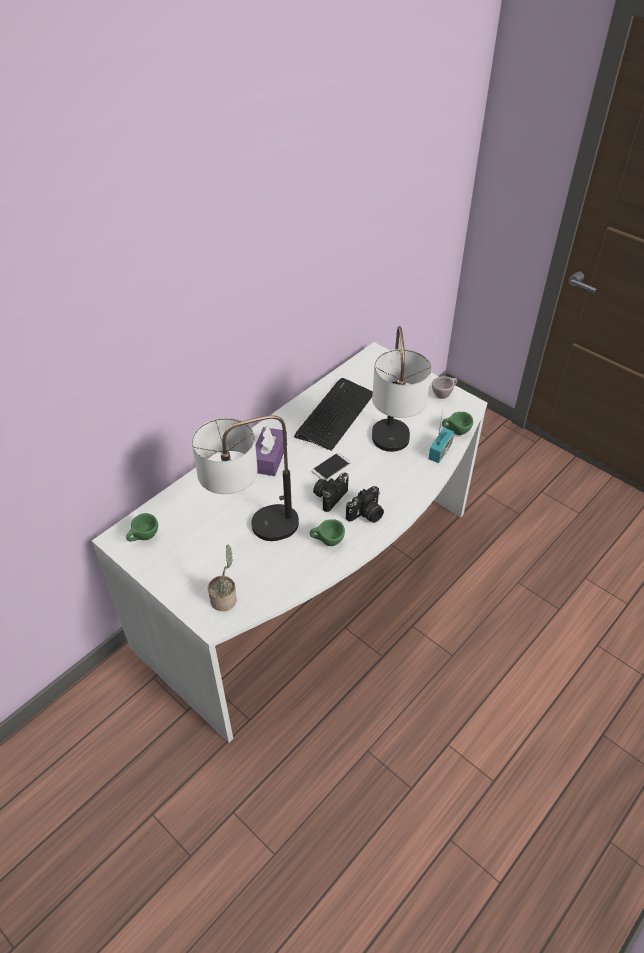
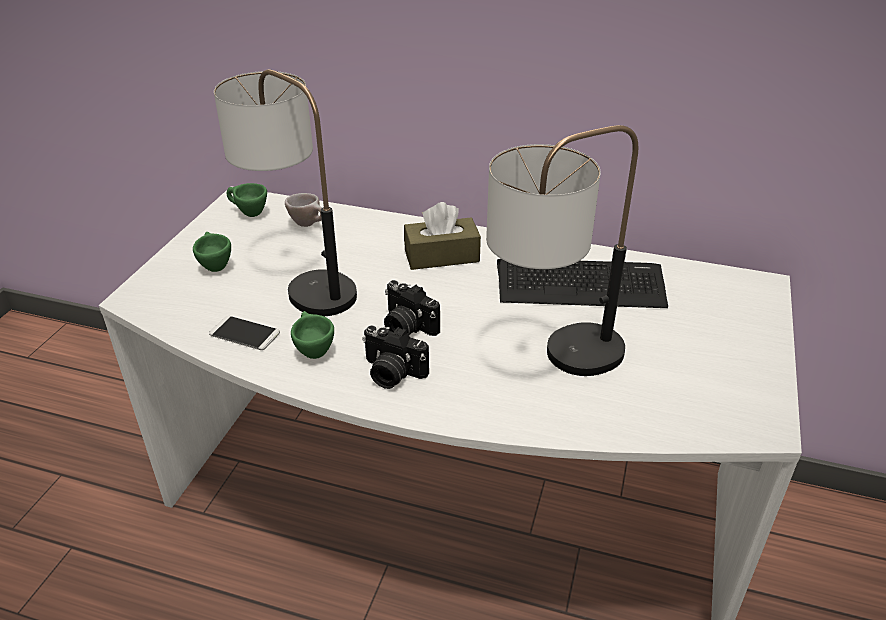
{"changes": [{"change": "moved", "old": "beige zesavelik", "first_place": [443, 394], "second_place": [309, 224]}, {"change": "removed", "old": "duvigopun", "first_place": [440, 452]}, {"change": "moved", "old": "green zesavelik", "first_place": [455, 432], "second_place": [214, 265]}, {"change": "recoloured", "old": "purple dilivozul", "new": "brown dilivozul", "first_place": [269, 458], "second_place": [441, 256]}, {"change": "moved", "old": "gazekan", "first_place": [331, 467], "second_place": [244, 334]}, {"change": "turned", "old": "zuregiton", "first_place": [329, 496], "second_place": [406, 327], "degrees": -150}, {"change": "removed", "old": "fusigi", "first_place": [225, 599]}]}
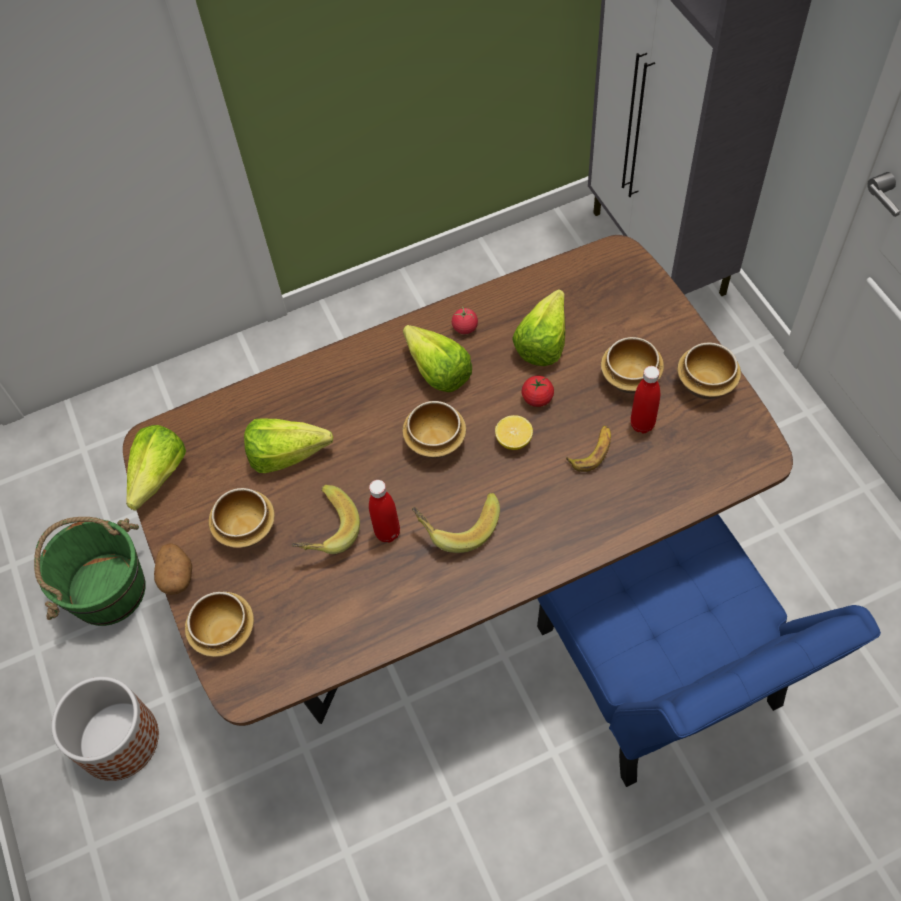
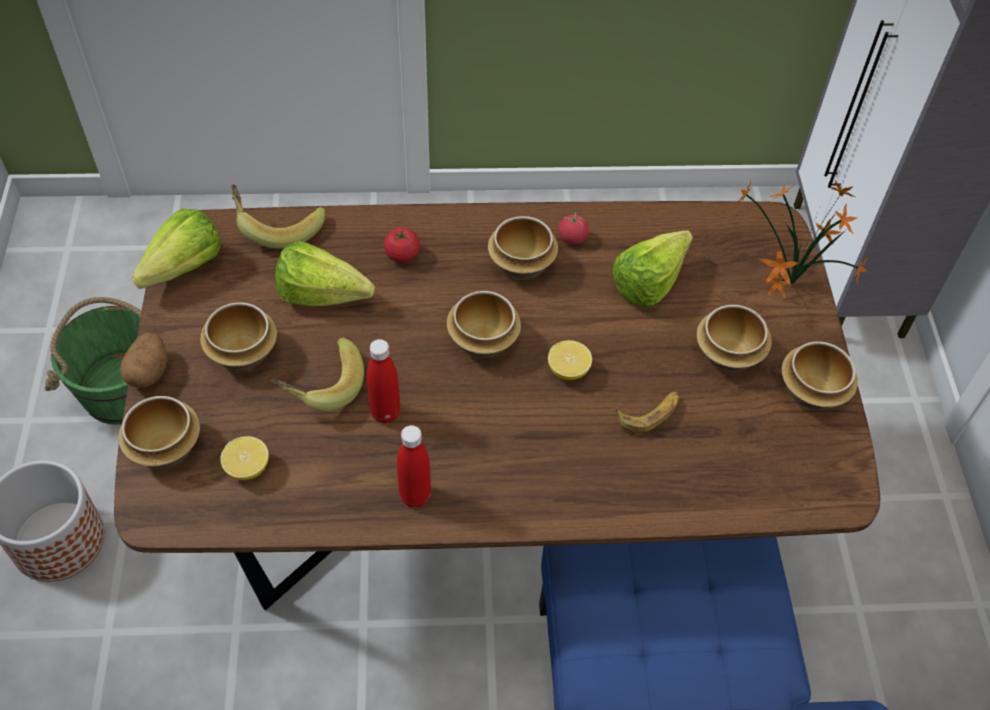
{"changes": [{"change": "replaced", "old": "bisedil", "new": "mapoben", "first_place": [435, 367], "second_place": [520, 265]}, {"change": "moved", "old": "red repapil", "first_place": [642, 424], "second_place": [415, 496]}, {"change": "moved", "old": "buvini", "first_place": [537, 398], "second_place": [402, 255]}, {"change": "moved", "old": "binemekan", "first_place": [457, 524], "second_place": [277, 225]}, {"change": "added", "new": "fusigi", "second_place": [788, 285]}, {"change": "added", "new": "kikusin", "second_place": [247, 468]}]}
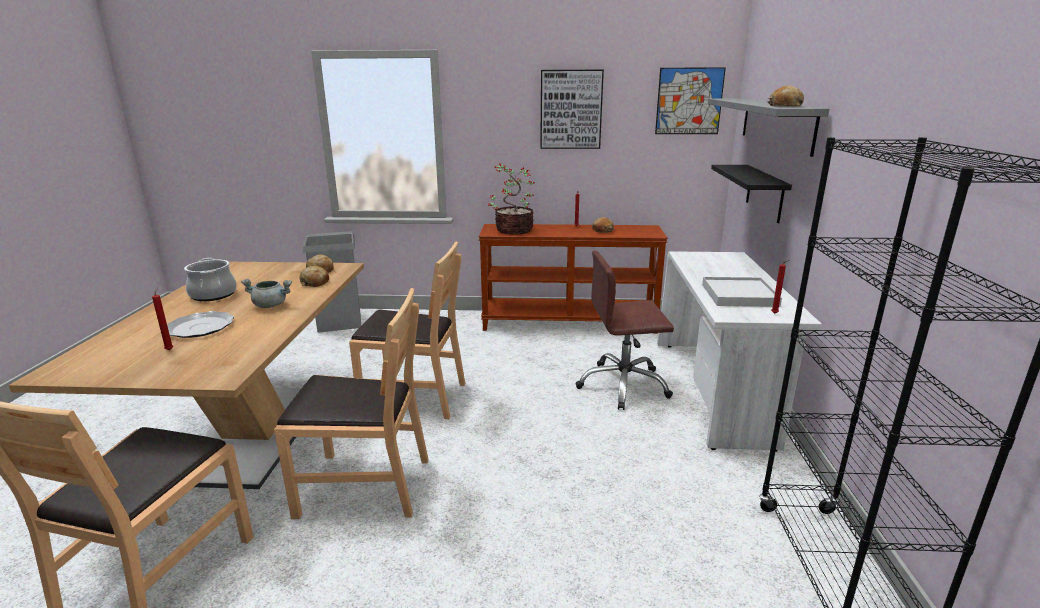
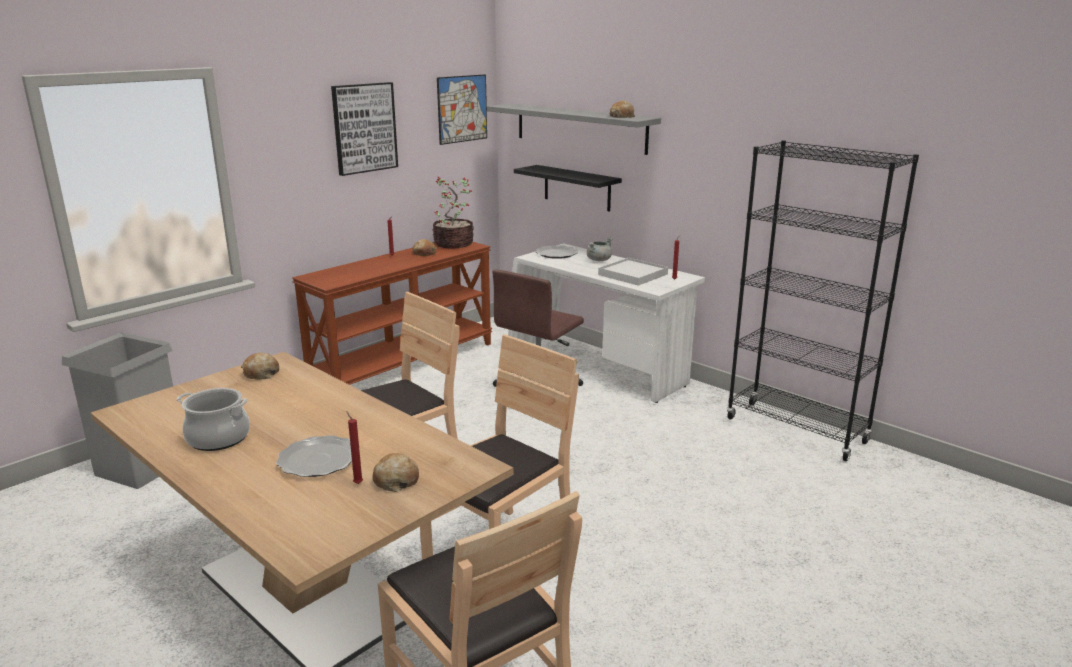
{"changes": [{"change": "moved", "old": "fusigi", "first_place": [513, 230], "second_place": [452, 244]}, {"change": "moved", "old": "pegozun", "first_place": [315, 282], "second_place": [396, 480]}, {"change": "moved", "old": "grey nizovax", "first_place": [271, 305], "second_place": [599, 260]}, {"change": "added", "new": "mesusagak", "second_place": [556, 253]}]}
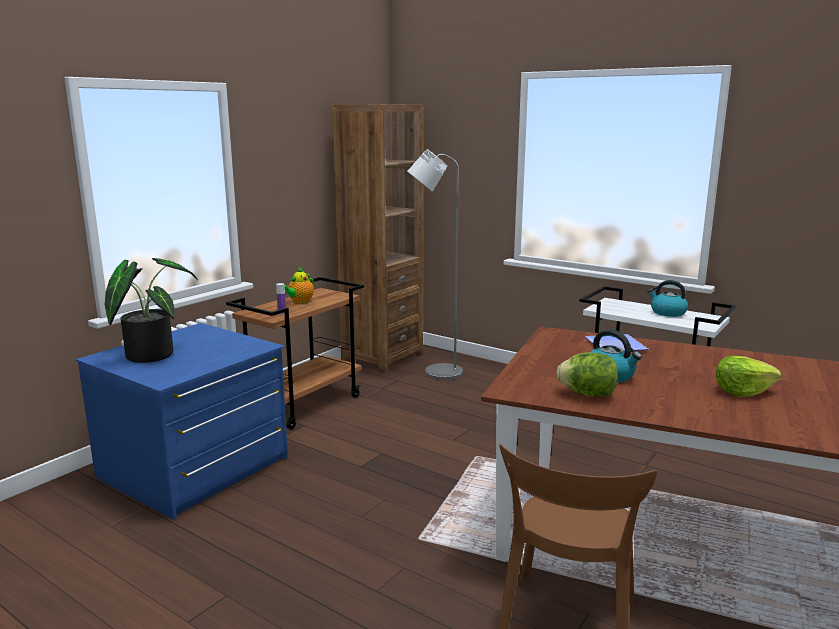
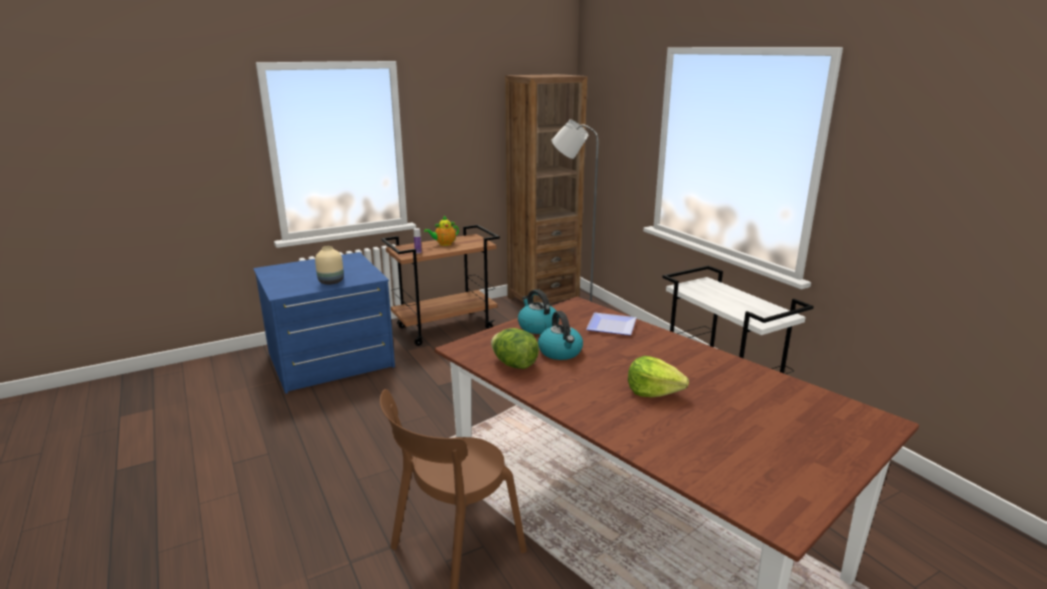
{"changes": [{"change": "removed", "old": "fusigi", "first_place": [150, 353]}, {"change": "moved", "old": "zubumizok", "first_place": [667, 312], "second_place": [537, 327]}, {"change": "added", "new": "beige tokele", "second_place": [330, 282]}]}
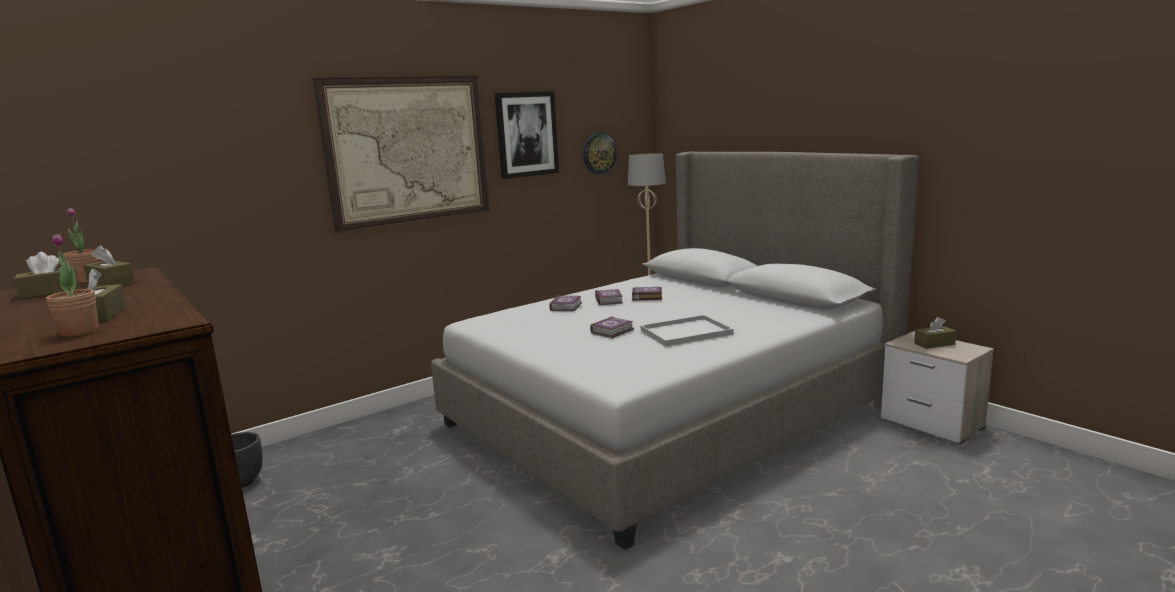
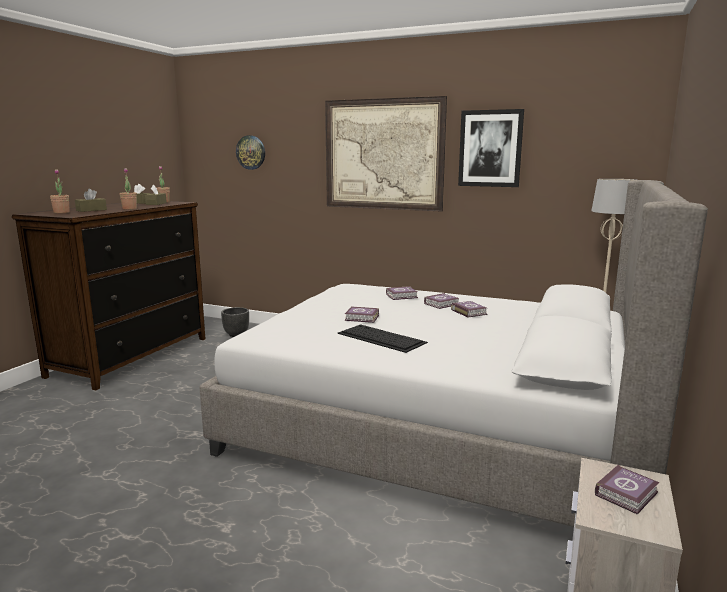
{"changes": [{"change": "moved", "old": "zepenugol", "first_place": [599, 153], "second_place": [251, 152]}, {"change": "replaced", "old": "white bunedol", "new": "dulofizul", "first_place": [685, 333], "second_place": [380, 338]}, {"change": "replaced", "old": "brown dilivozul", "new": "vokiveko", "first_place": [934, 344], "second_place": [628, 493]}, {"change": "added", "new": "fusigi", "second_place": [129, 209]}]}
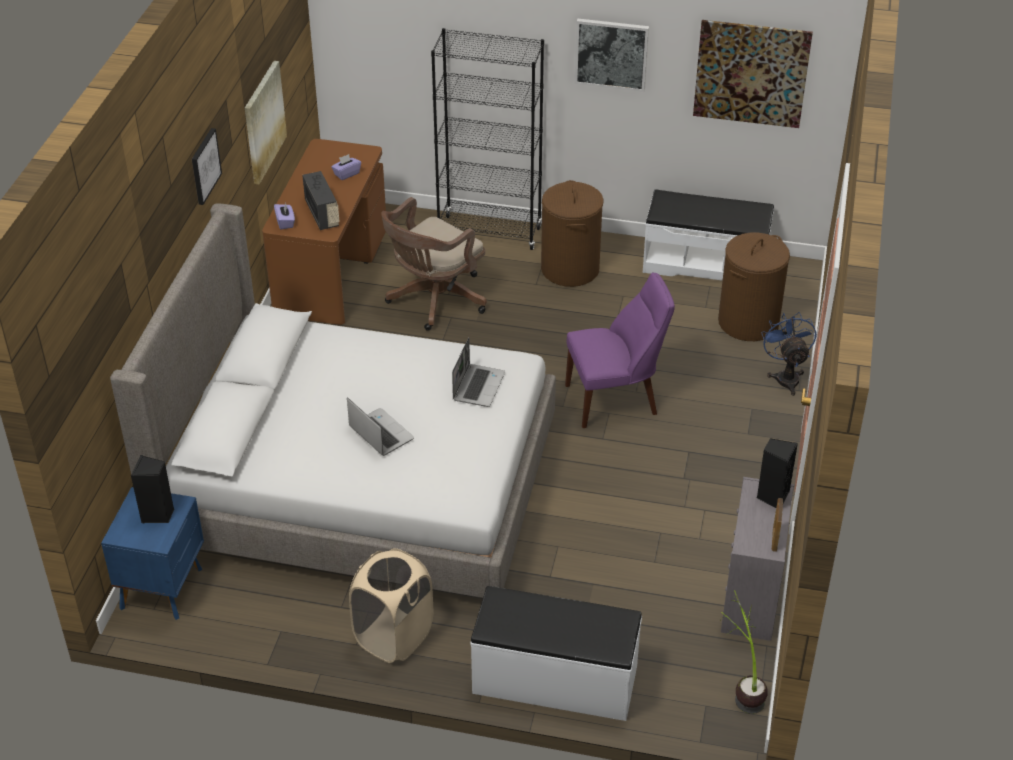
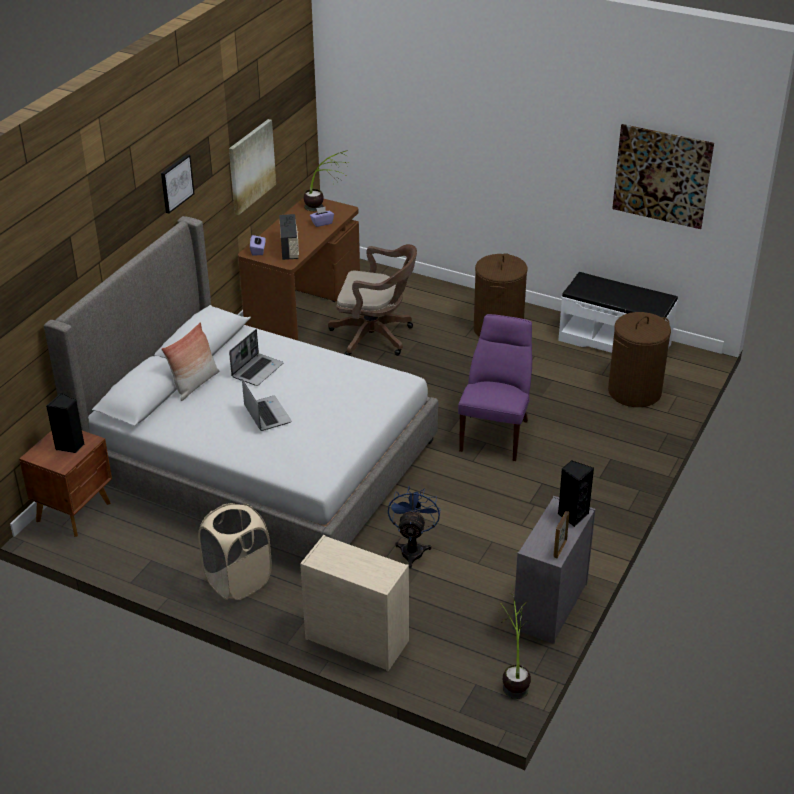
{"changes": [{"change": "removed", "old": "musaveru", "first_place": [611, 54]}, {"change": "removed", "old": "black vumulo", "first_place": [489, 233]}, {"change": "turned", "old": "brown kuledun", "first_place": [433, 301], "second_place": [376, 337], "degrees": -135}, {"change": "turned", "old": "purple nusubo", "first_place": [615, 399], "second_place": [496, 433], "degrees": -75}, {"change": "moved", "old": "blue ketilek", "first_place": [786, 376], "second_place": [413, 549]}, {"change": "moved", "old": "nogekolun", "first_place": [478, 386], "second_place": [257, 370]}, {"change": "recoloured", "old": "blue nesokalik", "new": "brown nesokalik", "first_place": [163, 588], "second_place": [75, 512]}, {"change": "replaced", "old": "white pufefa", "new": "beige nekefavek", "first_place": [555, 681], "second_place": [355, 639]}, {"change": "added", "new": "fusigi", "second_place": [325, 208]}, {"change": "added", "new": "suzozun", "second_place": [195, 384]}]}
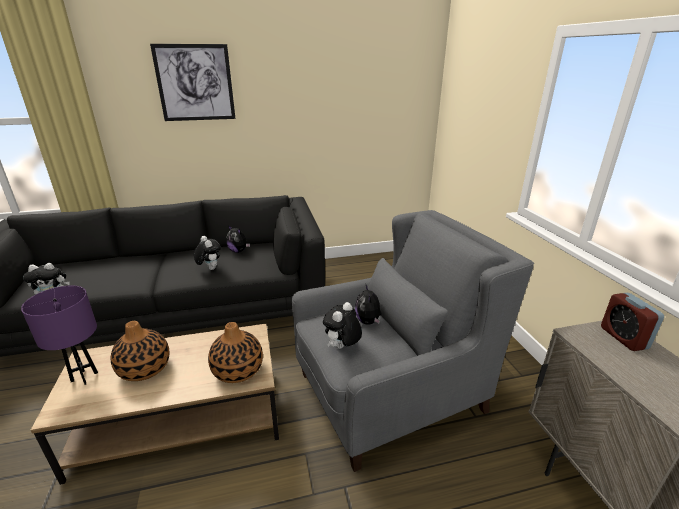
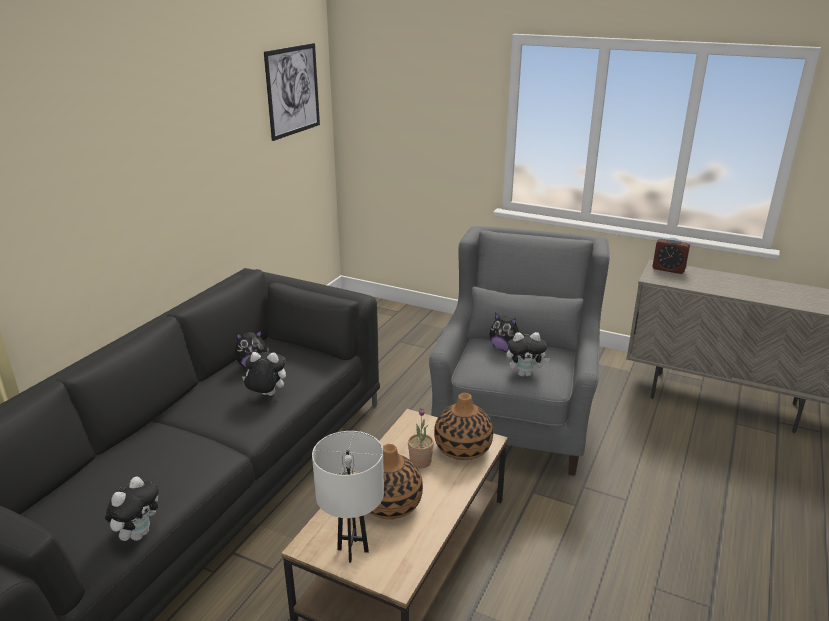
{"changes": [{"change": "moved", "old": "musaveru", "first_place": [195, 83], "second_place": [293, 90]}, {"change": "recoloured", "old": "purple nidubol", "new": "white nidubol", "first_place": [84, 377], "second_place": [353, 550]}, {"change": "turned", "old": "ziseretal", "first_place": [342, 347], "second_place": [525, 374], "degrees": -75}, {"change": "added", "new": "fusigi", "second_place": [420, 462]}]}
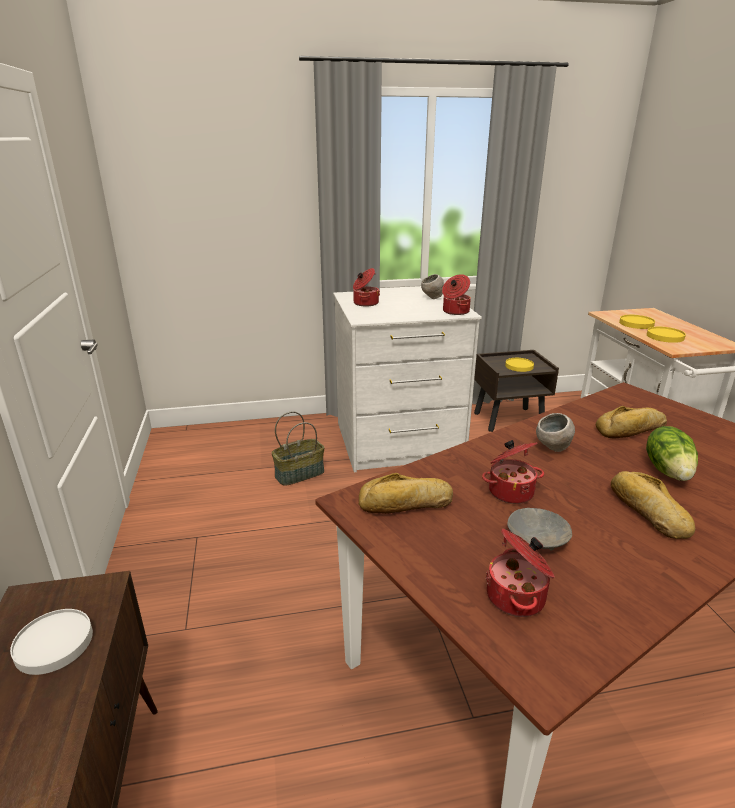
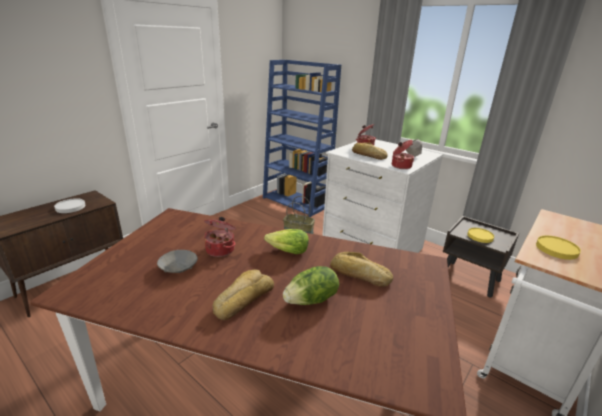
{"changes": [{"change": "removed", "old": "yellow mesusagak", "first_place": [636, 324]}, {"change": "replaced", "old": "grey mapoben", "new": "bisedil", "first_place": [552, 449], "second_place": [288, 251]}, {"change": "moved", "old": "pegozun", "first_place": [406, 504], "second_place": [368, 155]}, {"change": "removed", "old": "nizovax", "first_place": [517, 597]}, {"change": "added", "new": "blue vumulo", "second_place": [297, 202]}]}
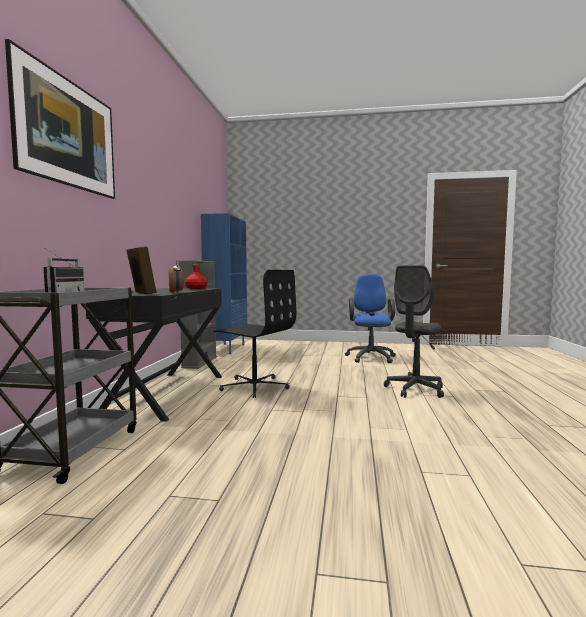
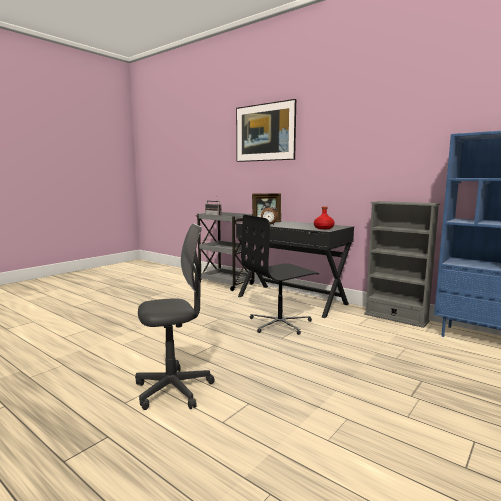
{"changes": [{"change": "turned", "old": "grey kuledun", "first_place": [415, 390], "second_place": [173, 390], "degrees": 90}, {"change": "removed", "old": "blue kuledun", "first_place": [370, 357]}]}
